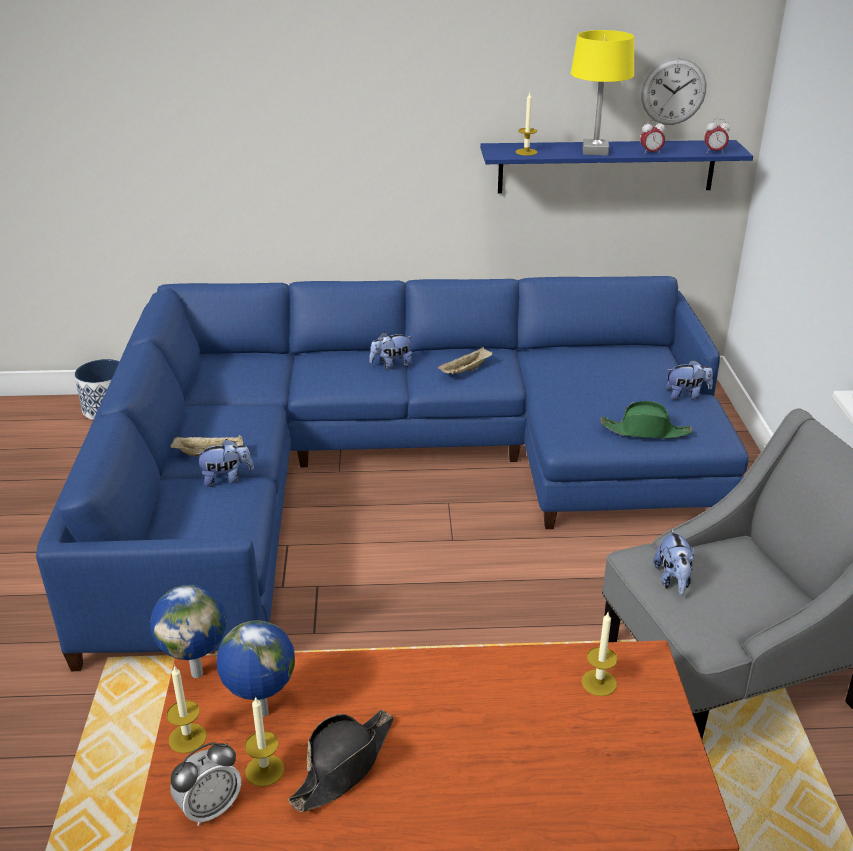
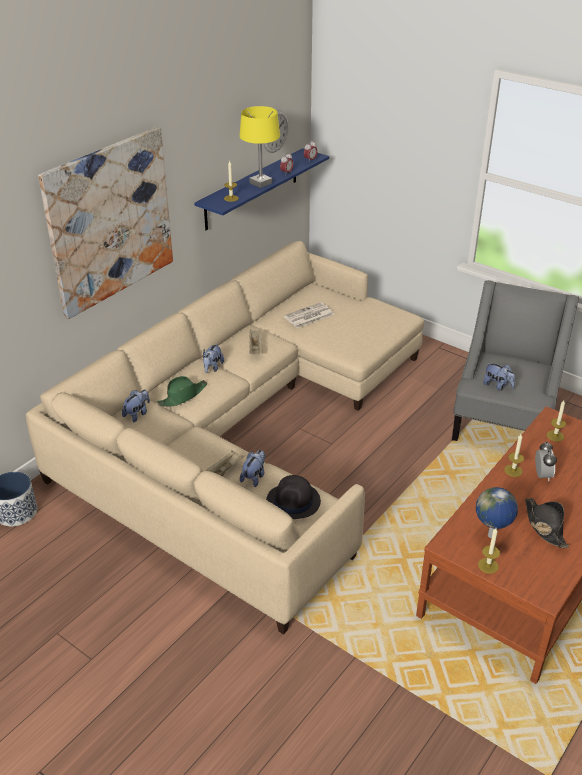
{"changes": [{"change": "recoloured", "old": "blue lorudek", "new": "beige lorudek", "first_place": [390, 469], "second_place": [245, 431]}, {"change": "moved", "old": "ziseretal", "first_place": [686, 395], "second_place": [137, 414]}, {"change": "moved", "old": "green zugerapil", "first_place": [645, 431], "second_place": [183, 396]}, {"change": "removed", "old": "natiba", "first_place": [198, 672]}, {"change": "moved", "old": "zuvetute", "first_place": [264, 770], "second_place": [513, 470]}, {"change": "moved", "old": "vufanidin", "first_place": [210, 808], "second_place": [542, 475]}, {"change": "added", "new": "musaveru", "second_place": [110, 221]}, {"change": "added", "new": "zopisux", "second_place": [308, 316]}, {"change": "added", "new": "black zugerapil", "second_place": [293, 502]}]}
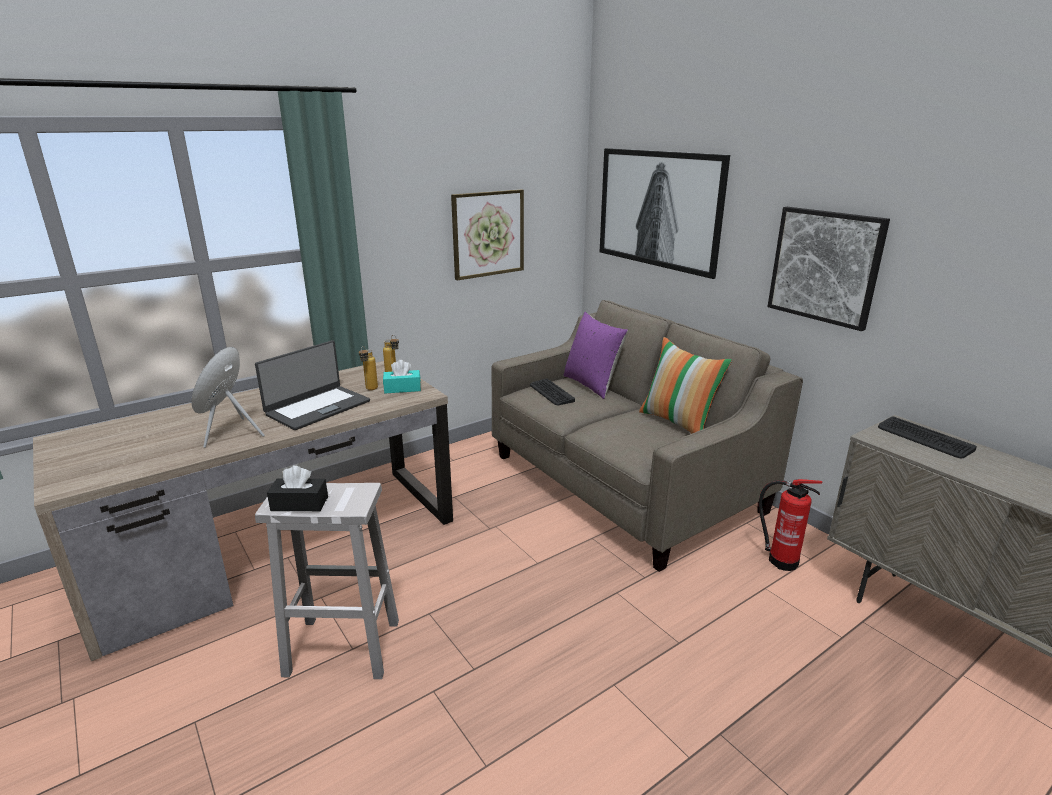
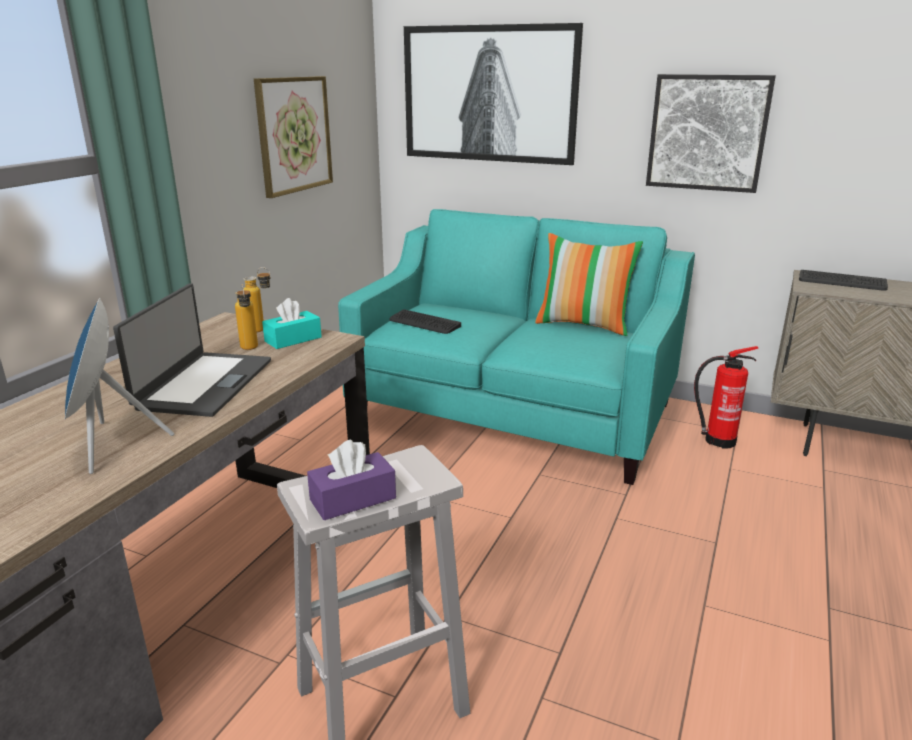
{"changes": [{"change": "recoloured", "old": "beige lorudek", "new": "turquoise lorudek", "first_place": [624, 483], "second_place": [515, 412]}, {"change": "removed", "old": "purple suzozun", "first_place": [592, 385]}, {"change": "recoloured", "old": "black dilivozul", "new": "purple dilivozul", "first_place": [299, 504], "second_place": [353, 499]}]}
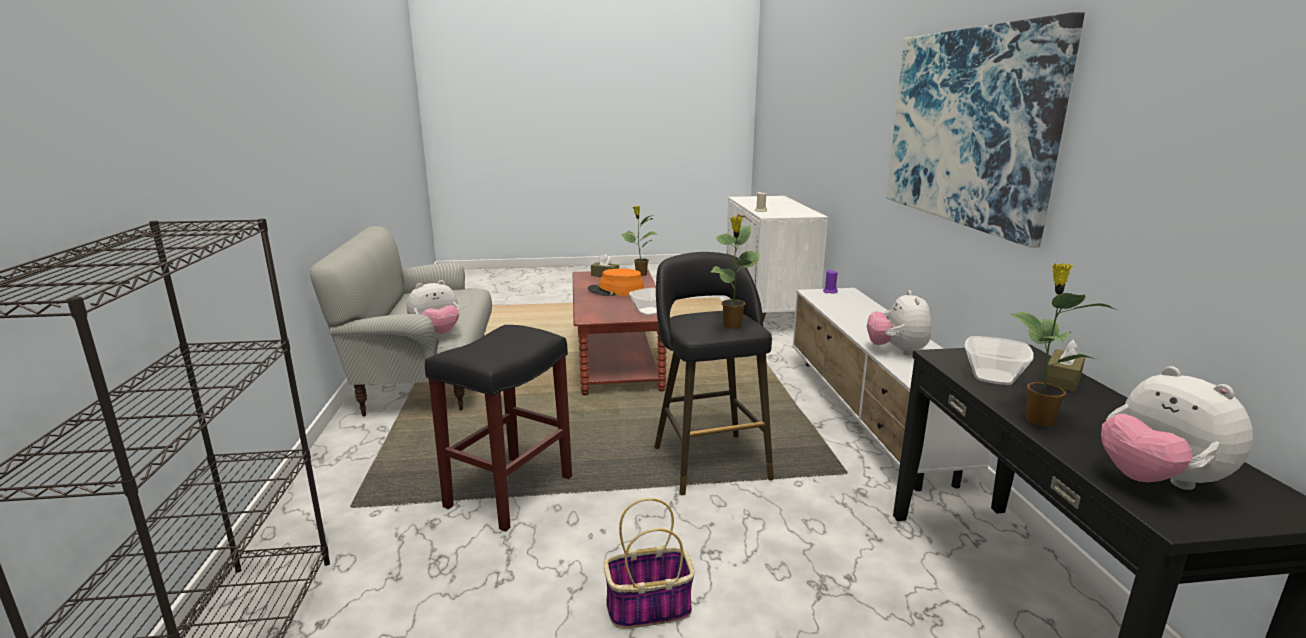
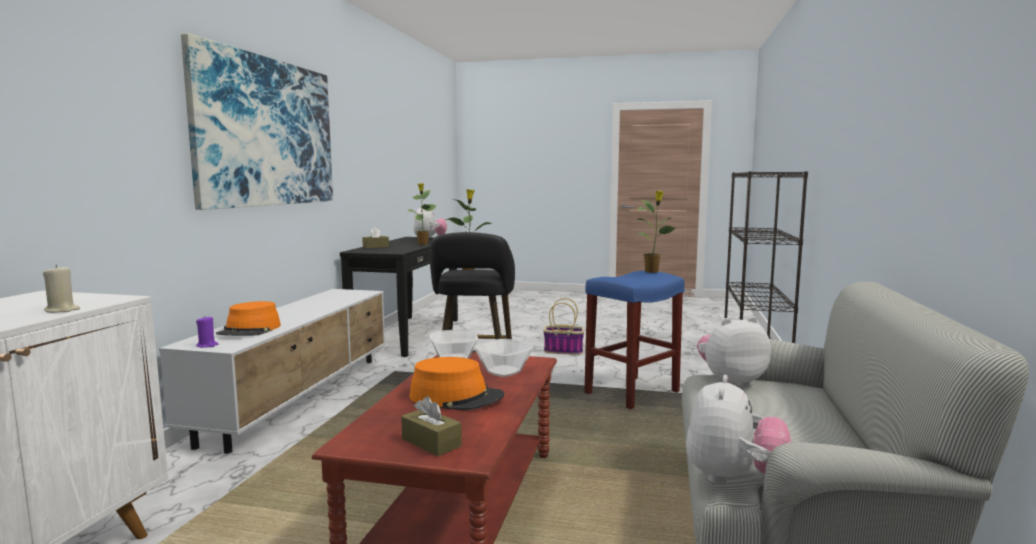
{"changes": [{"change": "moved", "old": "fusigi", "first_place": [640, 274], "second_place": [652, 271]}, {"change": "moved", "old": "ziseretal", "first_place": [897, 351], "second_place": [733, 478]}, {"change": "recoloured", "old": "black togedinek", "new": "blue togedinek", "first_place": [509, 493], "second_place": [632, 392]}, {"change": "moved", "old": "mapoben", "first_place": [994, 377], "second_place": [503, 371]}, {"change": "added", "new": "orange zugerapil", "second_place": [250, 330]}]}
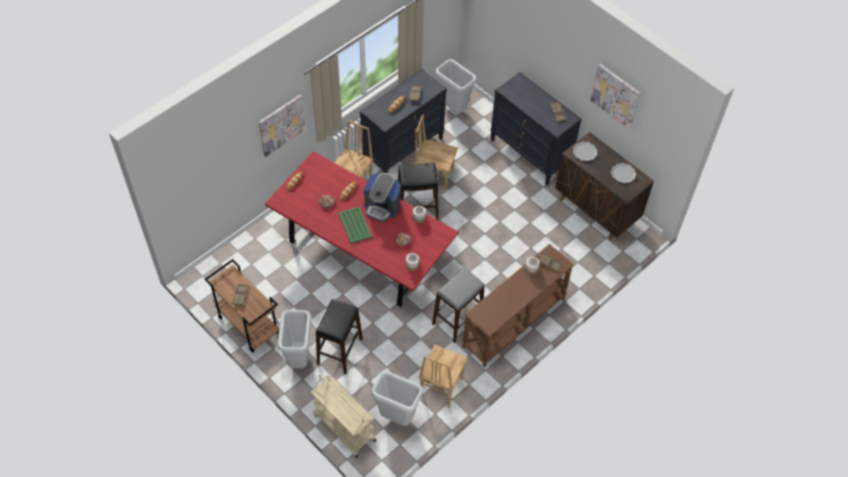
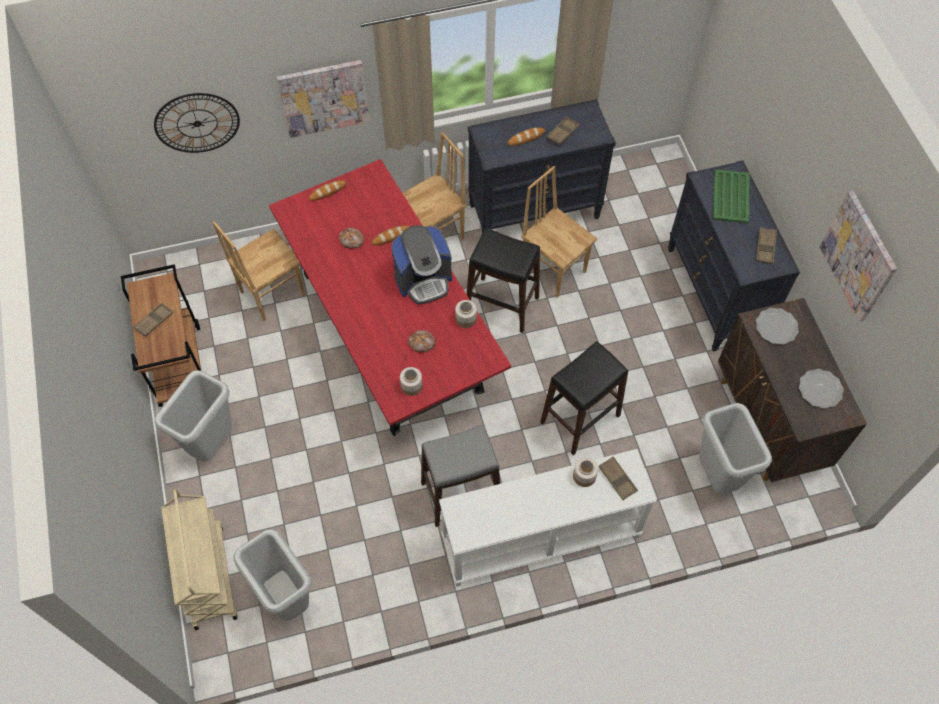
{"changes": [{"change": "moved", "old": "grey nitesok", "first_place": [454, 109], "second_place": [717, 476]}, {"change": "turned", "old": "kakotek", "first_place": [382, 207], "second_place": [423, 280], "degrees": -75}, {"change": "moved", "old": "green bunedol", "first_place": [355, 225], "second_place": [731, 196]}, {"change": "recoloured", "old": "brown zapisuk", "new": "white zapisuk", "first_place": [514, 323], "second_place": [540, 539]}, {"change": "moved", "old": "black togedinek", "first_place": [340, 351], "second_place": [580, 419]}, {"change": "moved", "old": "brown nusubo", "first_place": [440, 387], "second_place": [271, 293]}, {"change": "added", "new": "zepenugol", "second_place": [197, 123]}]}
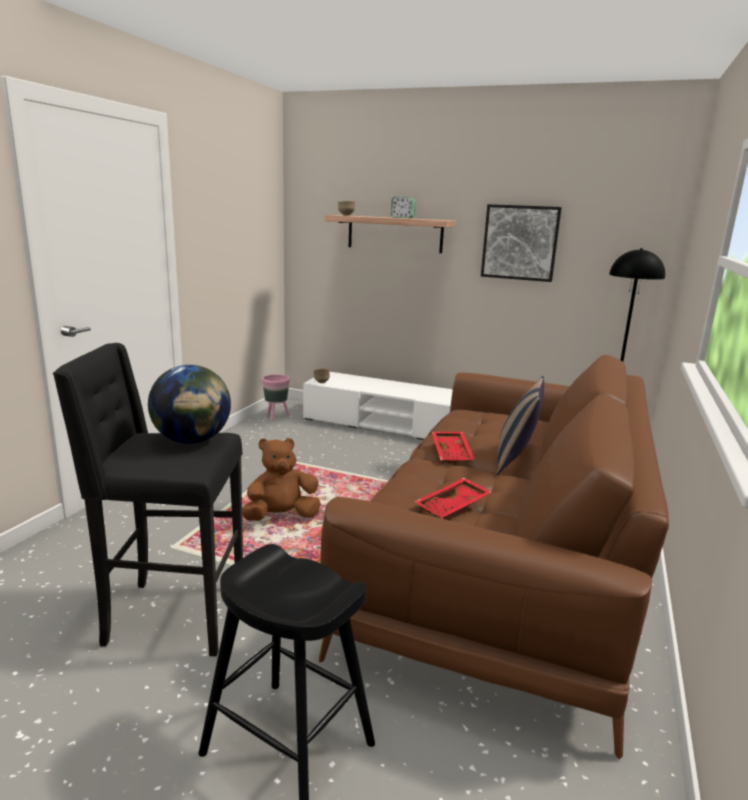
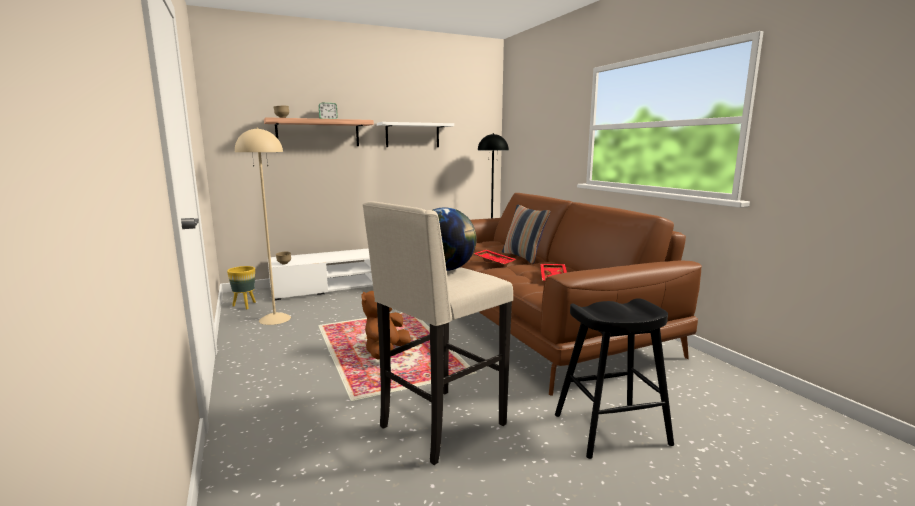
{"changes": [{"change": "replaced", "old": "musaveru", "new": "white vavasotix", "first_place": [520, 242], "second_place": [412, 135]}, {"change": "recoloured", "old": "black togedinek", "new": "beige togedinek", "first_place": [172, 616], "second_place": [439, 426]}, {"change": "recoloured", "old": "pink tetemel", "new": "yellow tetemel", "first_place": [276, 416], "second_place": [245, 306]}, {"change": "added", "new": "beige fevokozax", "second_place": [275, 319]}]}
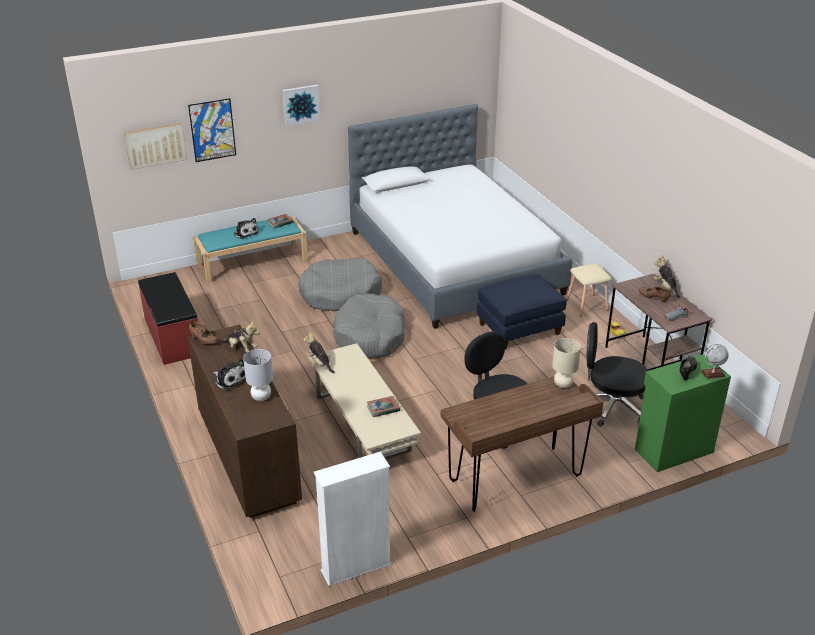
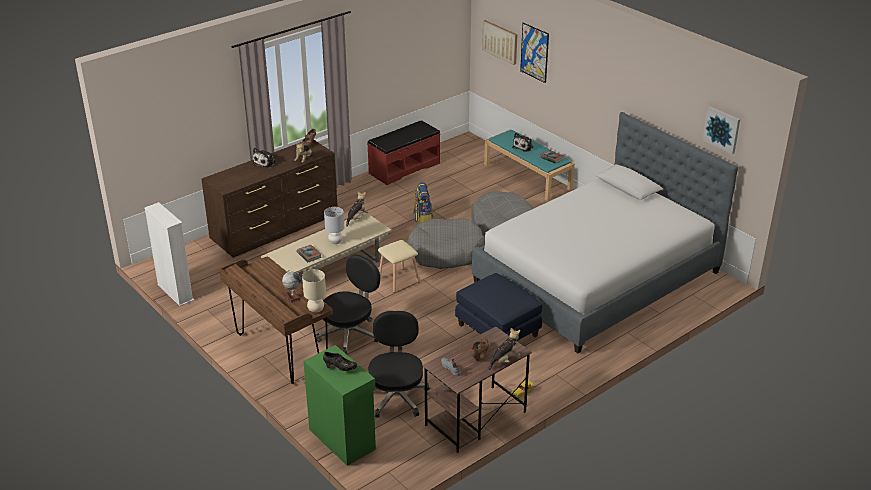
{"changes": [{"change": "moved", "old": "musaveru", "first_place": [301, 104], "second_place": [722, 129]}, {"change": "moved", "old": "beige togedinek", "first_place": [587, 305], "second_place": [398, 281]}, {"change": "moved", "old": "natiba", "first_place": [712, 374], "second_place": [292, 296]}, {"change": "moved", "old": "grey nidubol", "first_place": [261, 397], "second_place": [335, 242]}, {"change": "added", "new": "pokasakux", "second_place": [423, 219]}]}
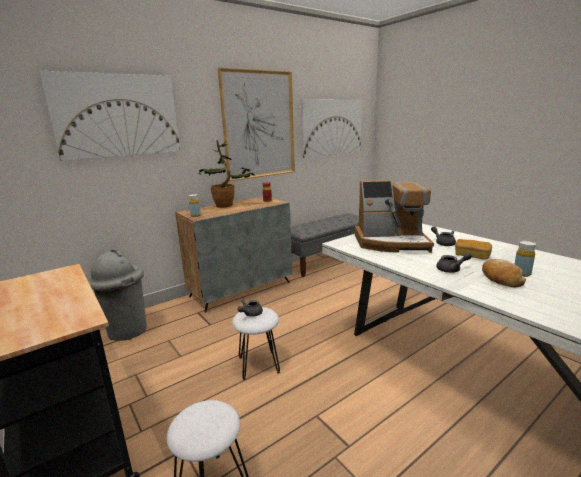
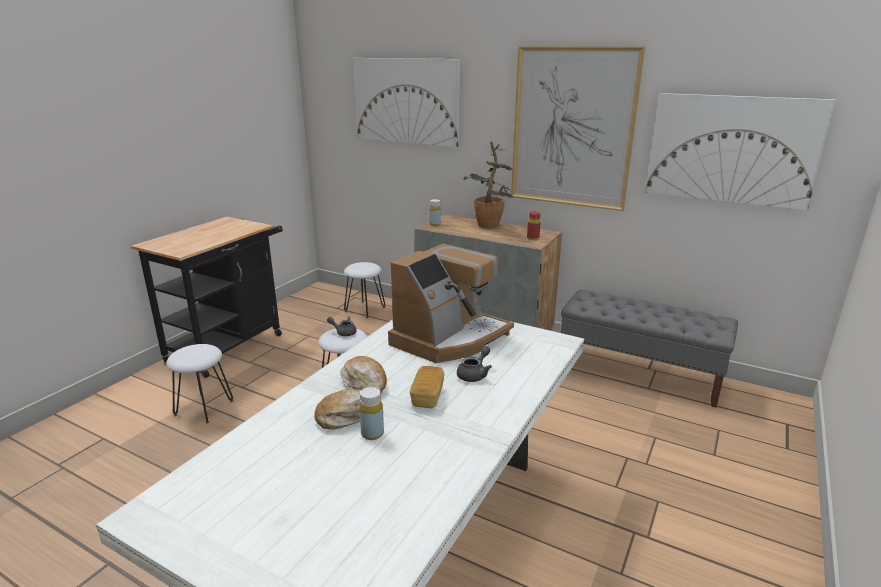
{"changes": [{"change": "turned", "old": "kakotek", "first_place": [391, 242], "second_place": [450, 338], "degrees": -120}, {"change": "replaced", "old": "grey nitesok", "new": "white togedinek", "first_place": [127, 330], "second_place": [365, 309]}, {"change": "replaced", "old": "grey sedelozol", "new": "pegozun", "first_place": [452, 270], "second_place": [365, 382]}]}
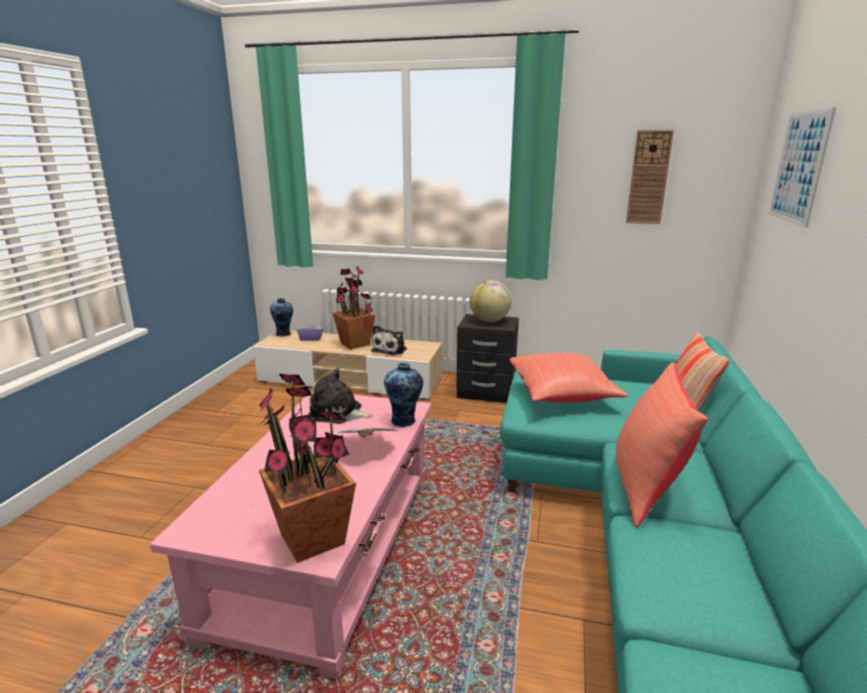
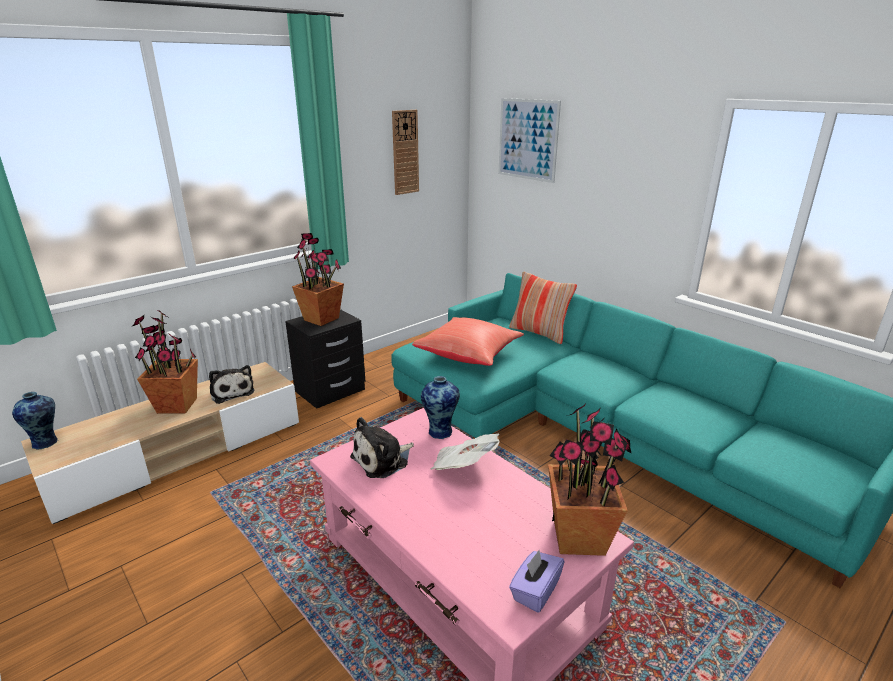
{"changes": [{"change": "replaced", "old": "natiba", "new": "fusigi", "first_place": [489, 321], "second_place": [322, 319]}, {"change": "moved", "old": "purple dilivozul", "first_place": [311, 338], "second_place": [535, 591]}, {"change": "removed", "old": "red suzozun", "first_place": [646, 487]}]}
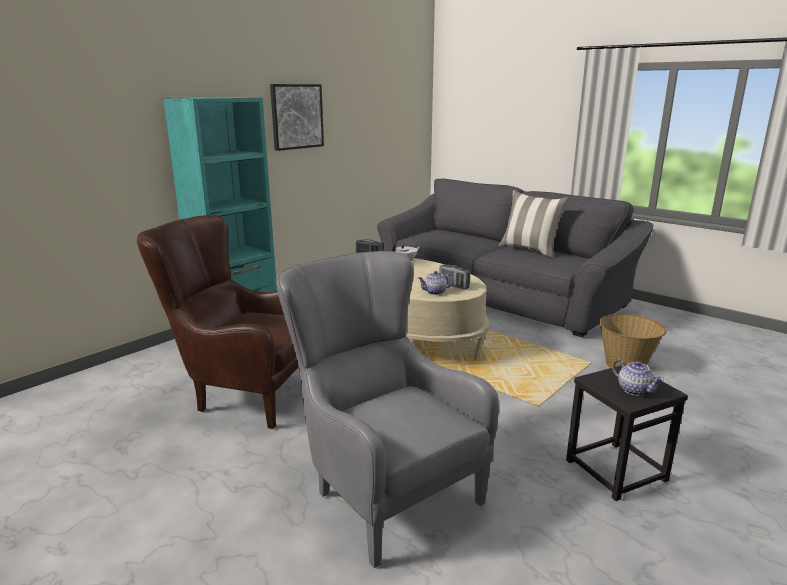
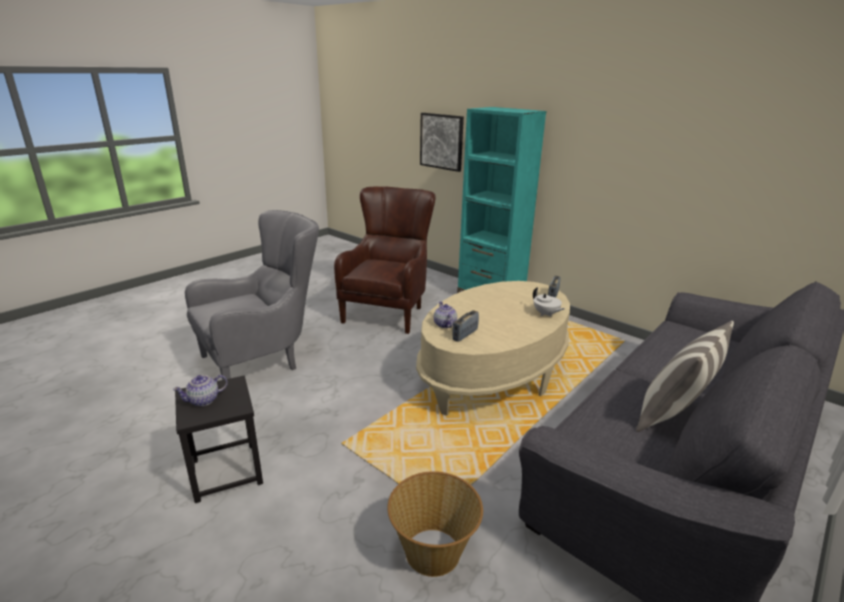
{"changes": [{"change": "moved", "old": "musaveru", "first_place": [297, 116], "second_place": [441, 141]}]}
